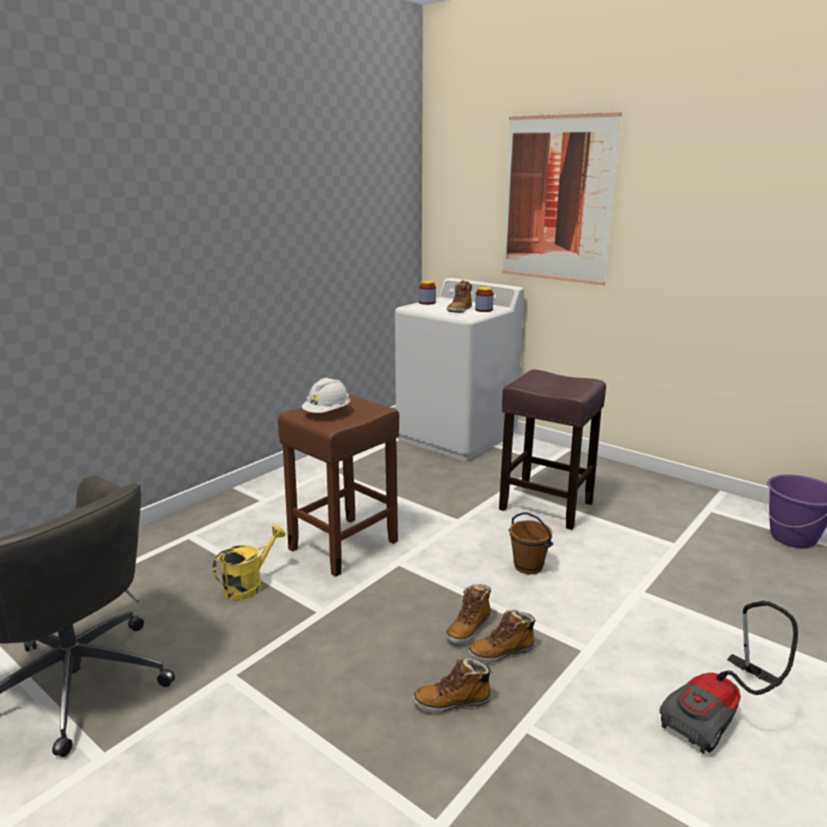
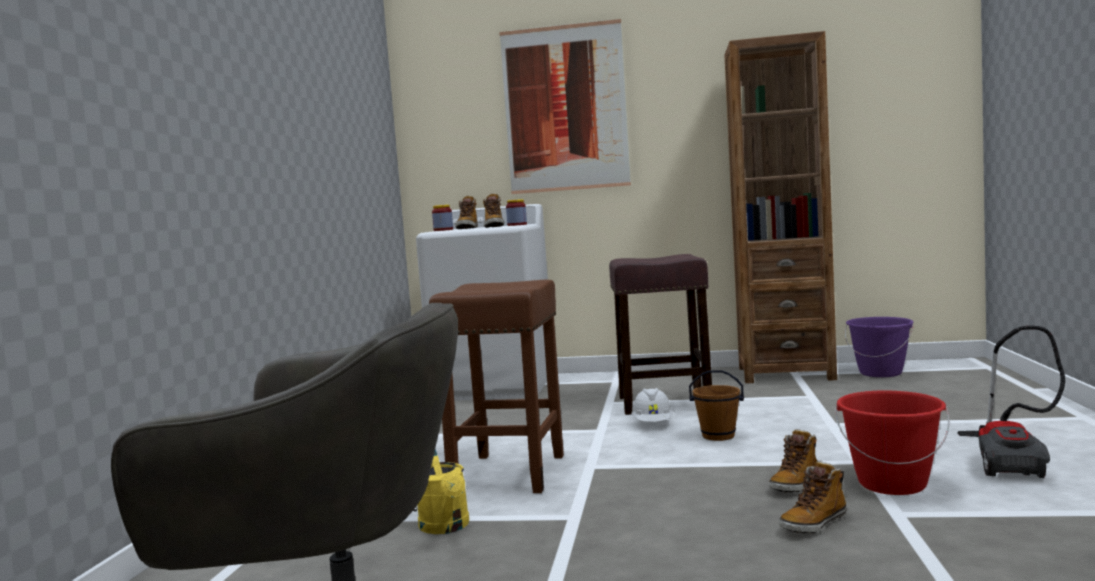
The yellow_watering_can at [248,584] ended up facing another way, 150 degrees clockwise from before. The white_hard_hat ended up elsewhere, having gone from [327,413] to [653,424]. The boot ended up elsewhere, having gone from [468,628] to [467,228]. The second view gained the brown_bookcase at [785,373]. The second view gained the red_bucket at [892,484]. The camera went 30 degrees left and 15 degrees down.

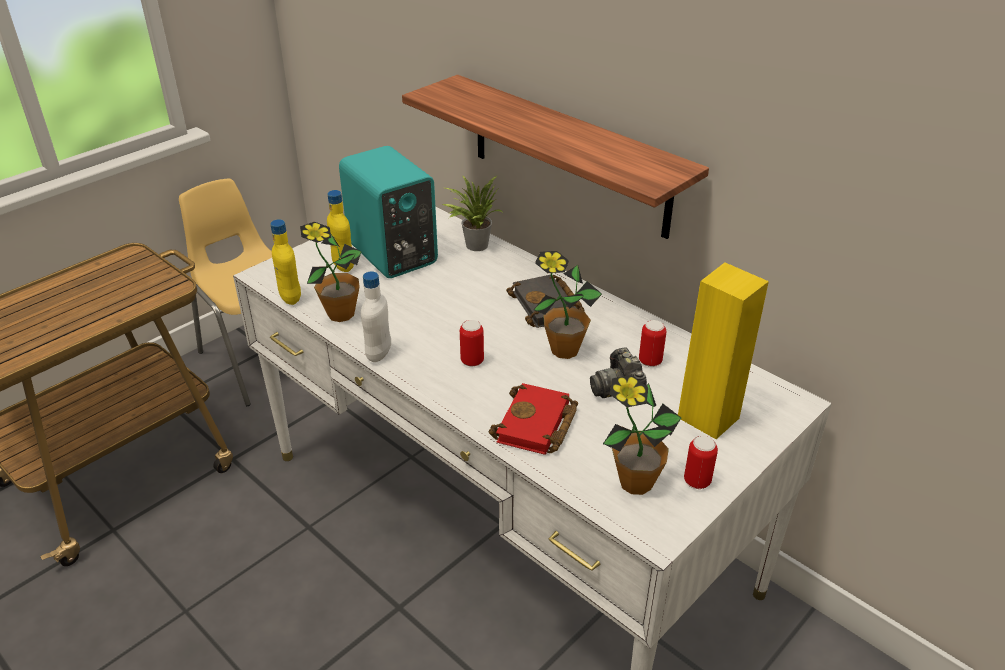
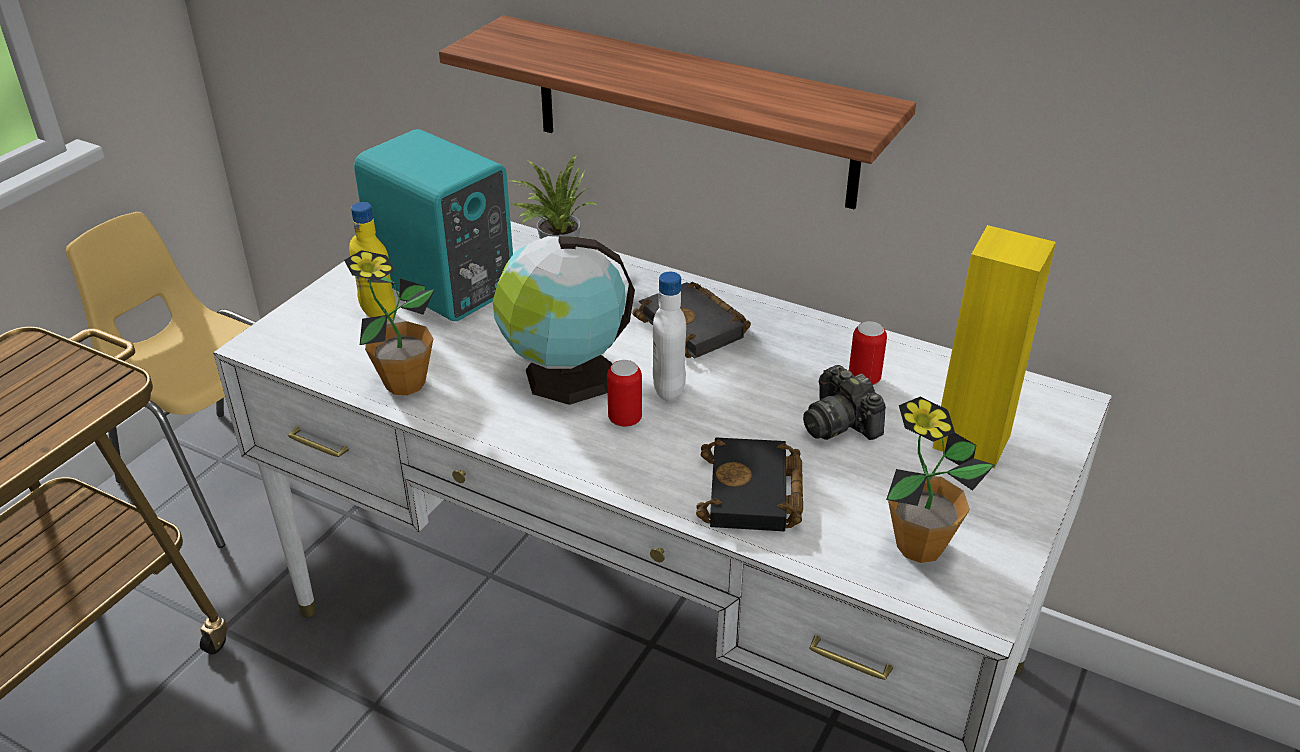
The second view lost the yellow_bottle at [290,298]. The white_bottle ended up elsewhere, having gone from [379,354] to [669,389]. What was the red_book at [536,426] turned into the black_book at [754,494]. The second view lost the potted_plant at [564,350]. The second view lost the can at [697,481]. The second view gained the globe at [565,377]. The camera went 15 degrees left and 0 degrees up.

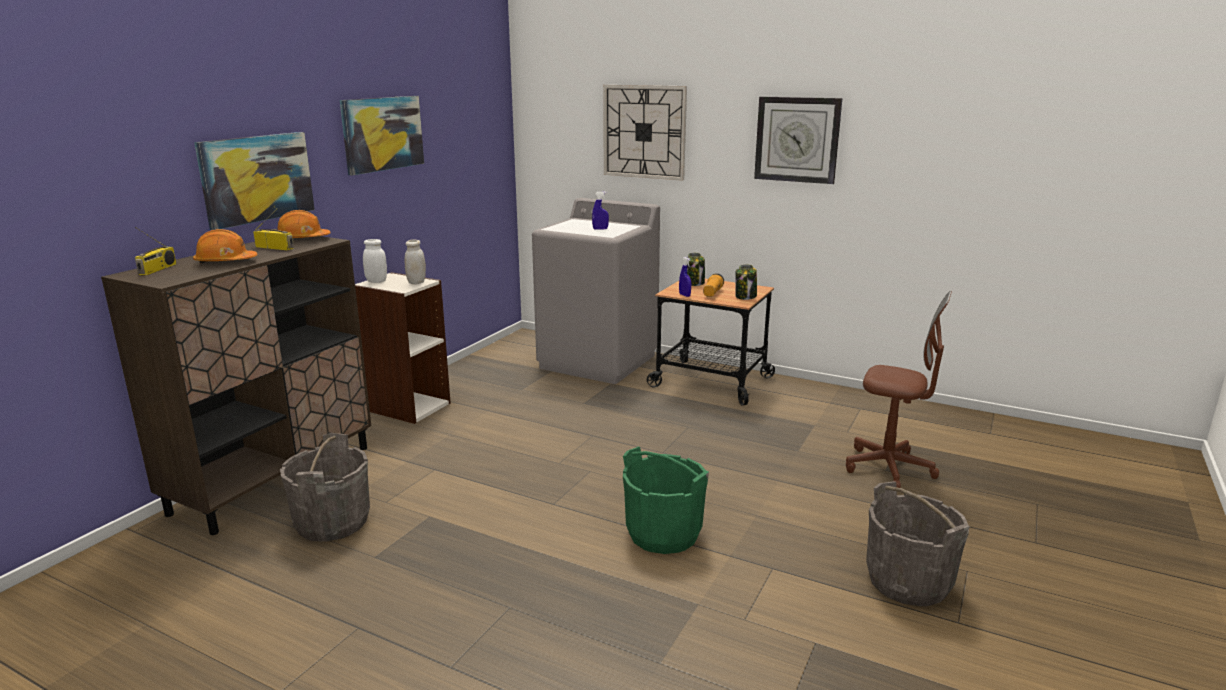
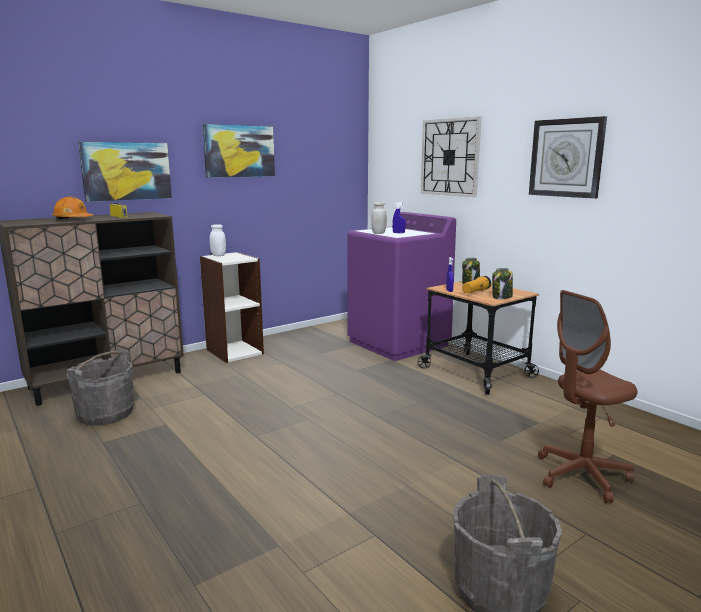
The second view lost the radio at [158,269]. The second view lost the orange_hard_hat at [302,239]. The white_jar ended up elsewhere, having gone from [416,282] to [378,233]. What was the grey_washing_machine at [598,361] turned into the purple_washing_machine at [398,343]. The second view lost the green_bucket at [663,533]. The brown_office_chair at [888,468] ended up facing another way, 105 degrees clockwise from before. The camera went 25 degrees right and 5 degrees down.

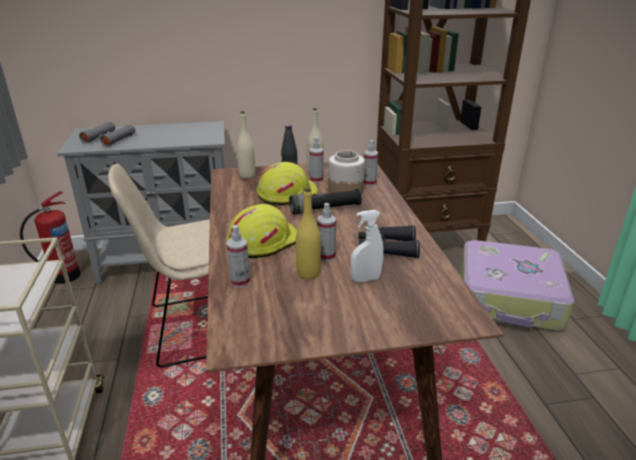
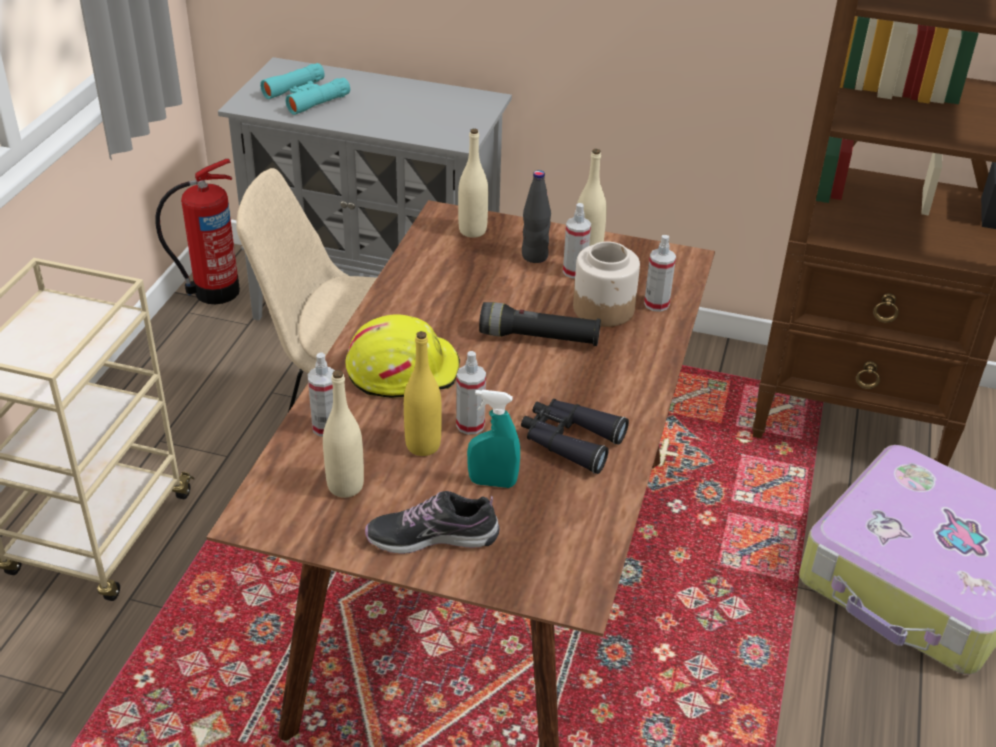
What was the grey_binoculars at [109,139] turned into the turquoise_binoculars at [306,96]. The second view lost the yellow_hard_hat at [287,194]. What was the white_spray_bottle at [365,279] turned into the turquoise_spray_bottle at [492,482]. The second view gained the beige_bottle at [345,486]. The second view gained the shoe at [432,537]. The camera went 25 degrees right and 10 degrees up.

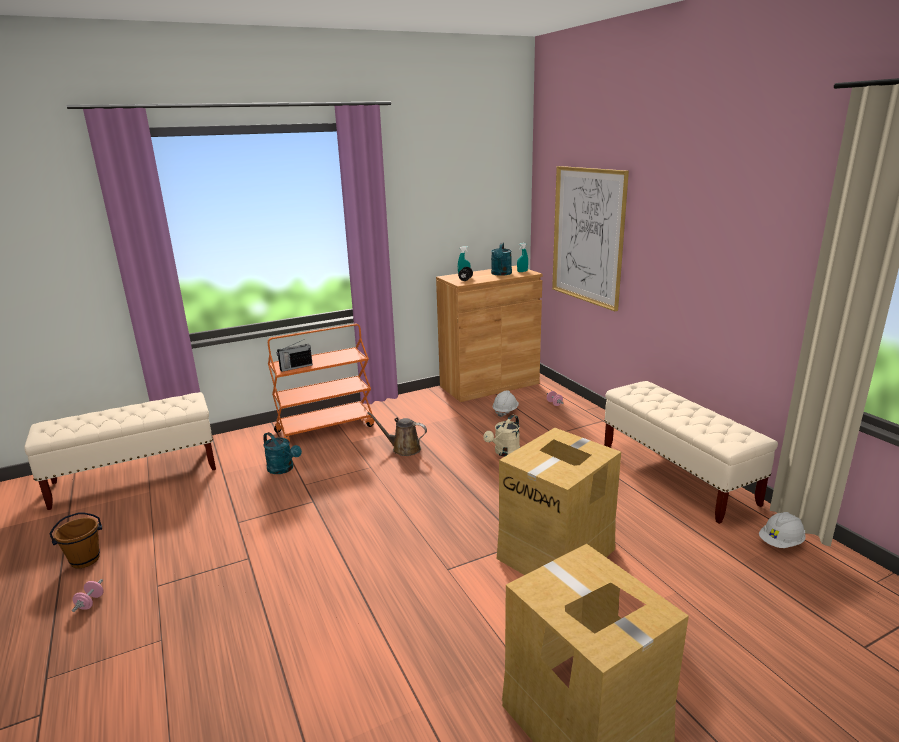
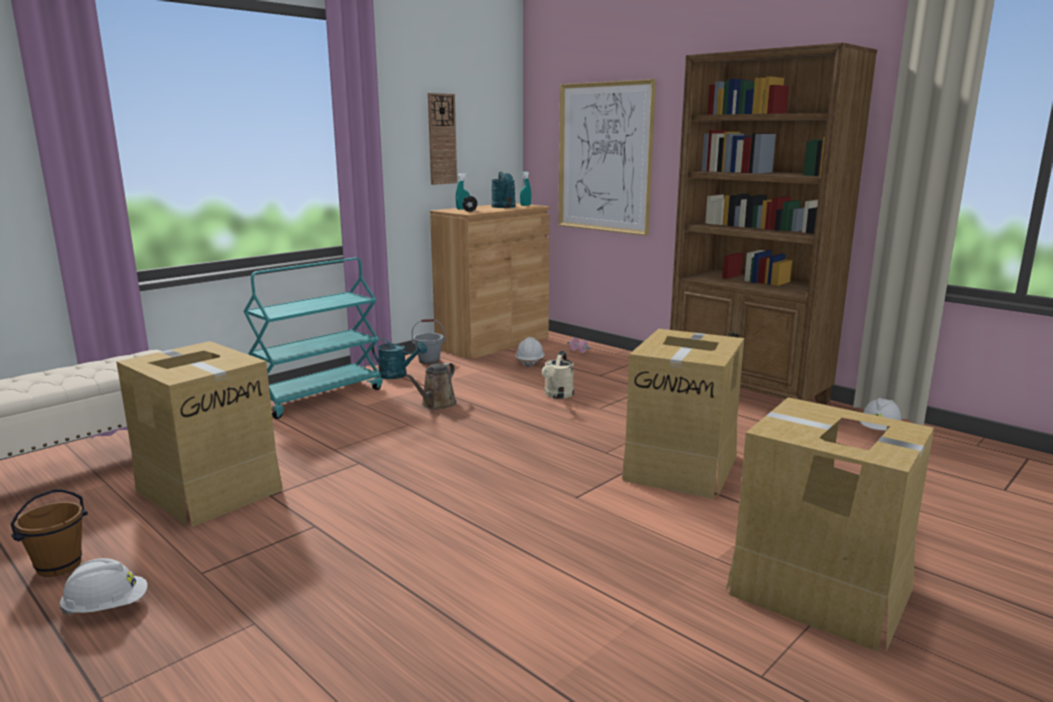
Where the pink_dumbbell stood at [90,603], the white_hard_hat came to stand at [107,607]. The turquoise_watering_can ended up elsewhere, having gone from [283,469] to [397,375]. What was the orange_cart at [325,428] turned into the turquoise_cart at [319,396]. The second view lost the radio at [295,367]. The brown_watering_can at [403,449] ended up facing another way, 60 degrees counterclockwise from before. Where the beige_bench stood at [676,476], the brown_bookcase came to stand at [748,394]. The second view gained the cardboard_box at [209,489]. The second view gained the grey_bucket at [429,361]. The second view gained the wall_clock at [442,139]. The camera went 20 degrees left and 5 degrees down.

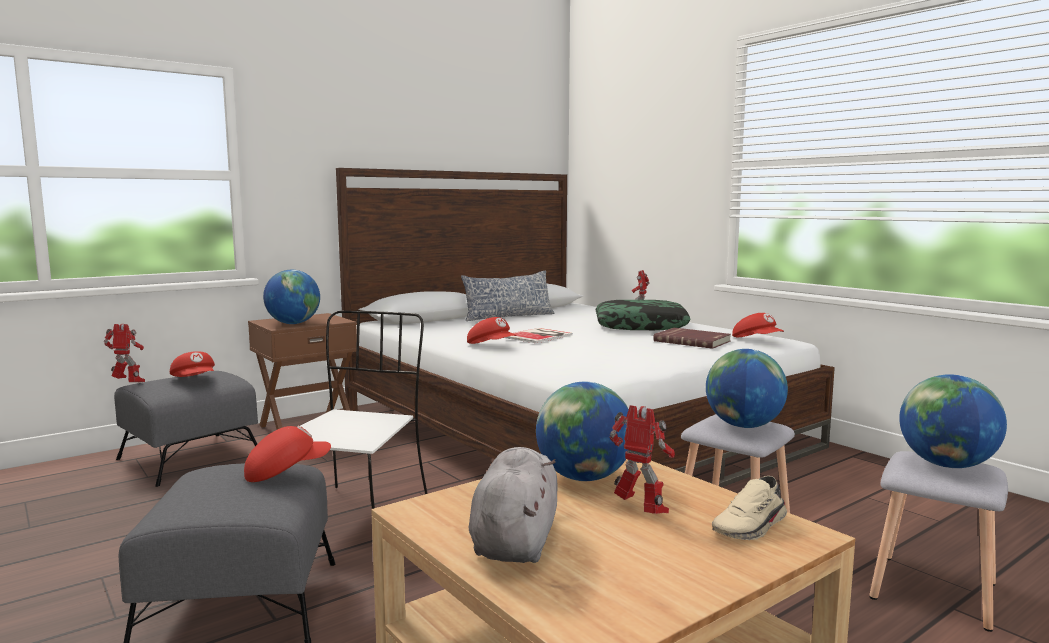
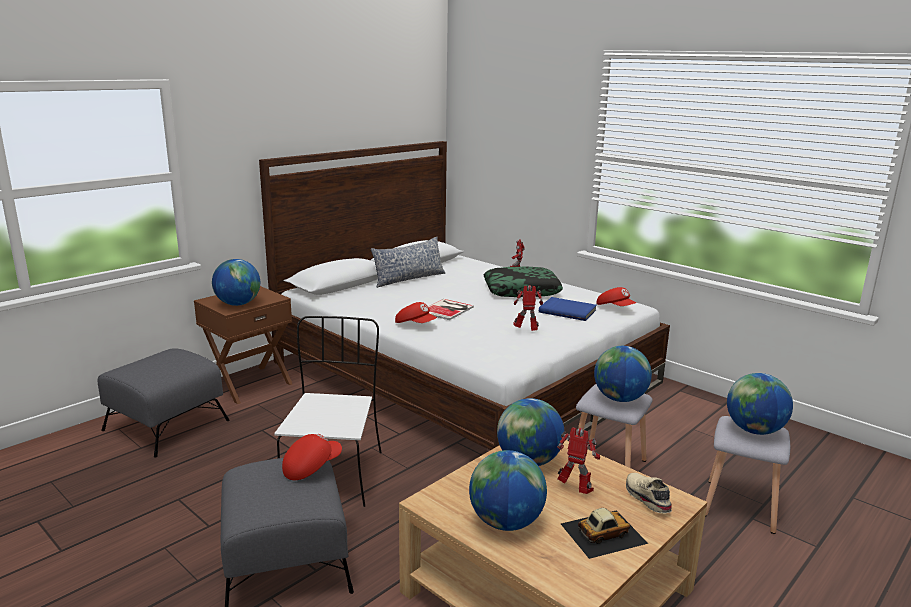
The toy_robot ended up elsewhere, having gone from [128,383] to [526,331]. The second view lost the red_cap at [195,380]. Where the grey_plush_toy stood at [515,540], the globe came to stand at [506,522]. What was the red_book at [692,341] turned into the blue_book at [567,311]. The beige_shoe at [751,527] ended up facing another way, 120 degrees clockwise from before. The second view gained the toy_car at [602,533]. The camera went 10 degrees left and 10 degrees up.

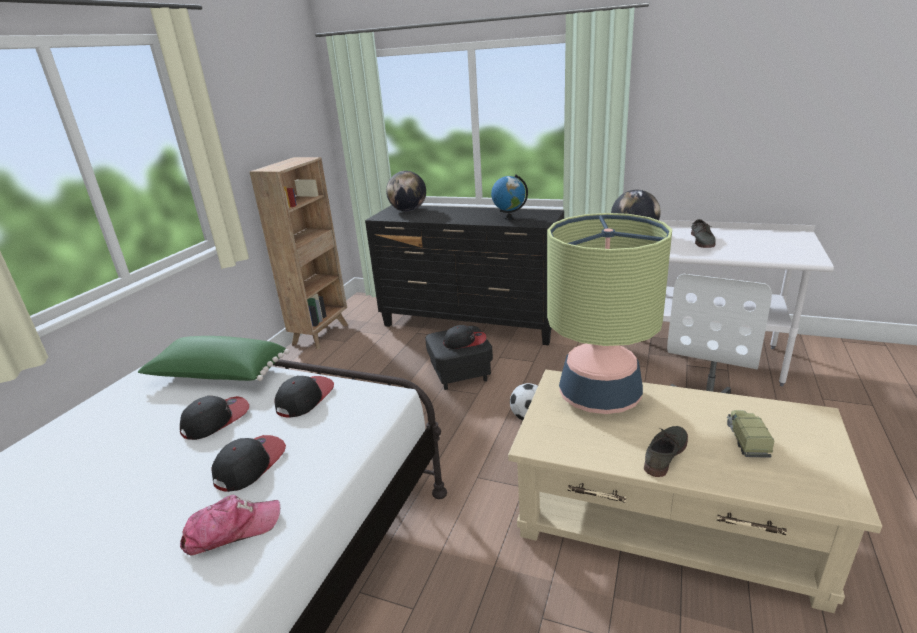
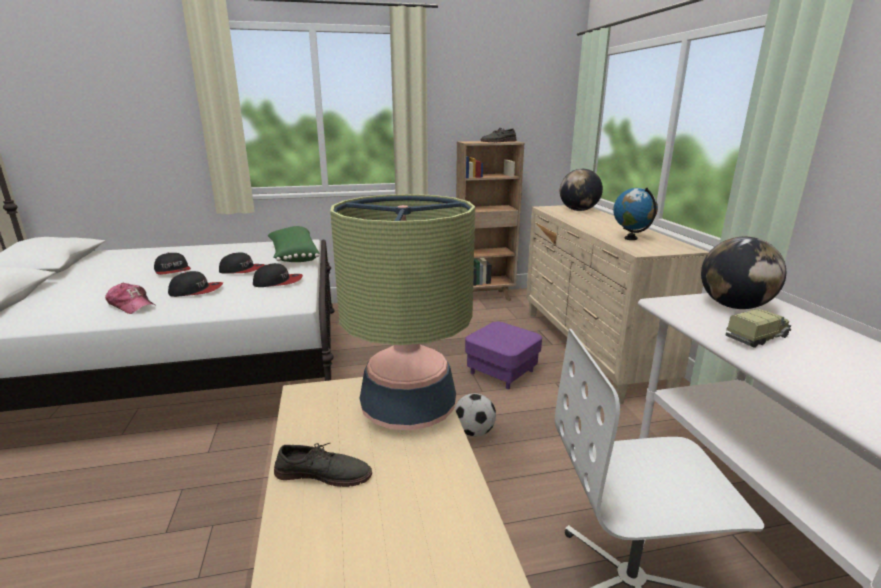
What was the black_dresser at [471,324] turned into the beige_dresser at [589,349]. What was the black_ottoman at [460,374] turned into the purple_ottoman at [502,372]. The cap ended up elsewhere, having gone from [465,341] to [173,271]. The grey_shoe ended up elsewhere, having gone from [702,240] to [498,141]. The toy_truck ended up elsewhere, having gone from [746,440] to [758,338]. The camera went 55 degrees right and 5 degrees down.

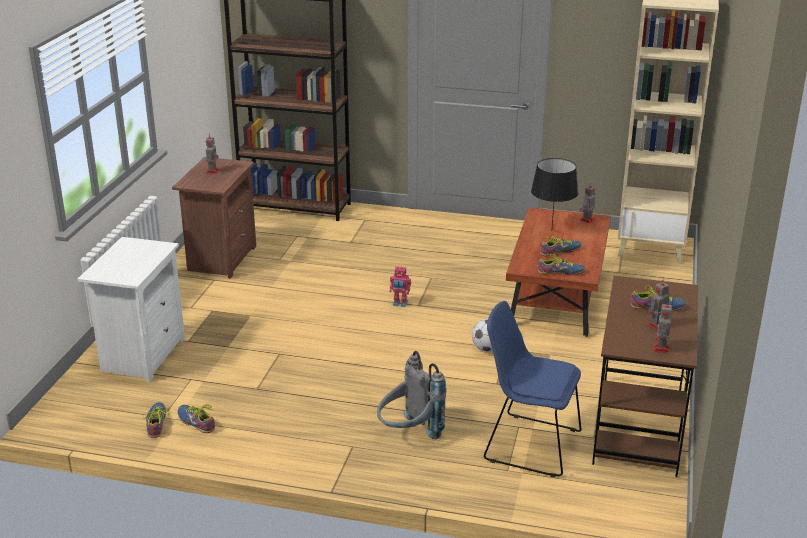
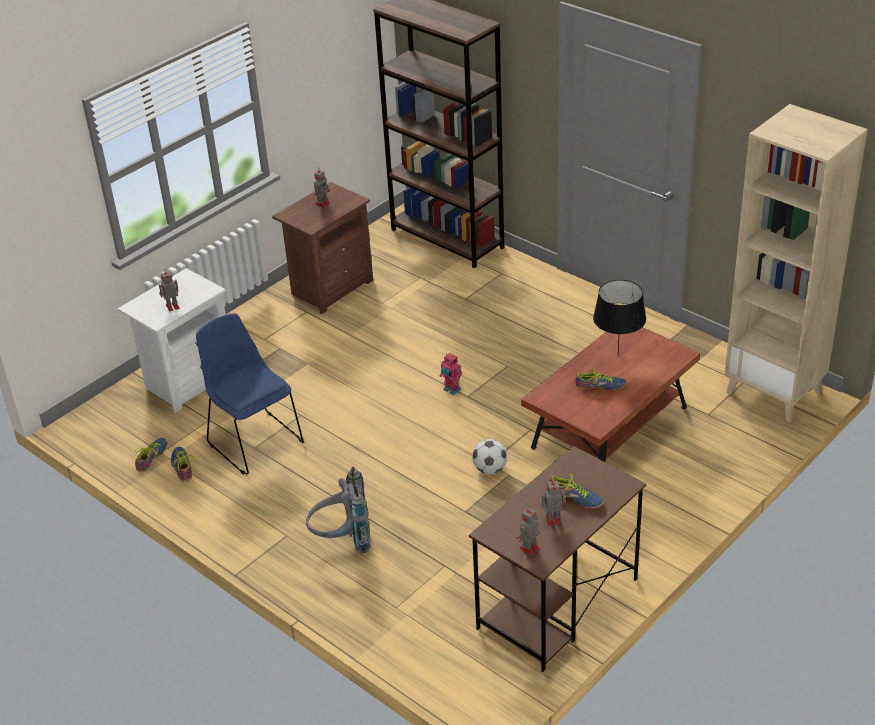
The blue_chair ended up elsewhere, having gone from [528,444] to [254,441]. The second view lost the shoe at [560,272]. The toy_robot ended up elsewhere, having gone from [586,220] to [171,307]. The camera went 30 degrees right and 10 degrees up.

